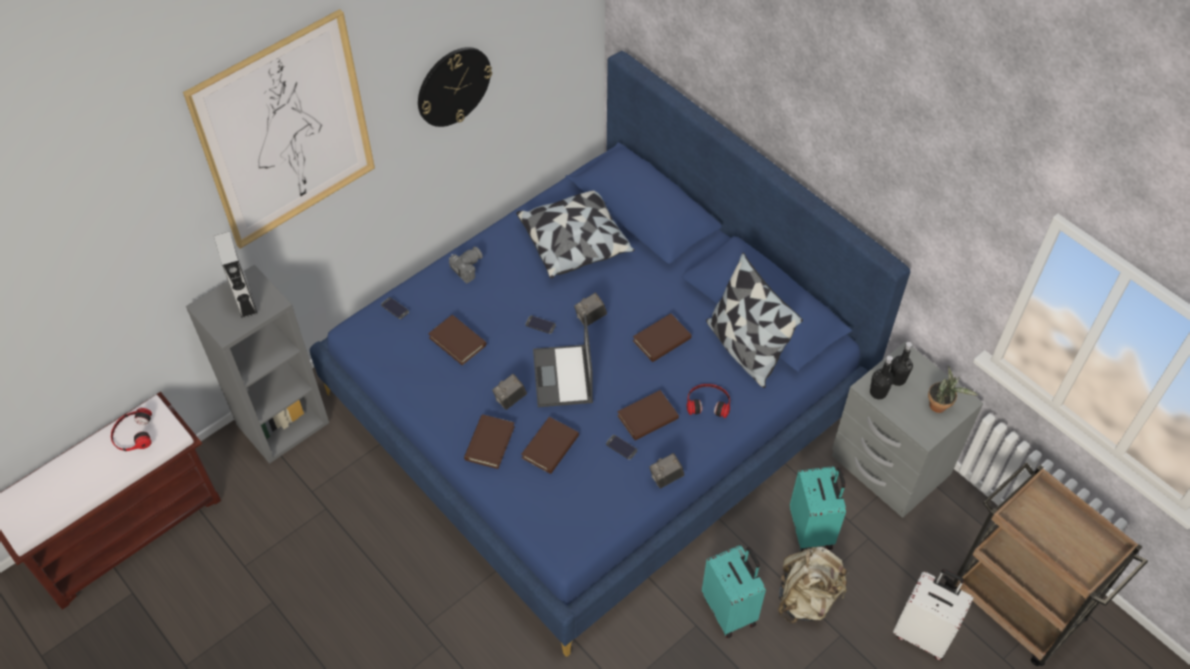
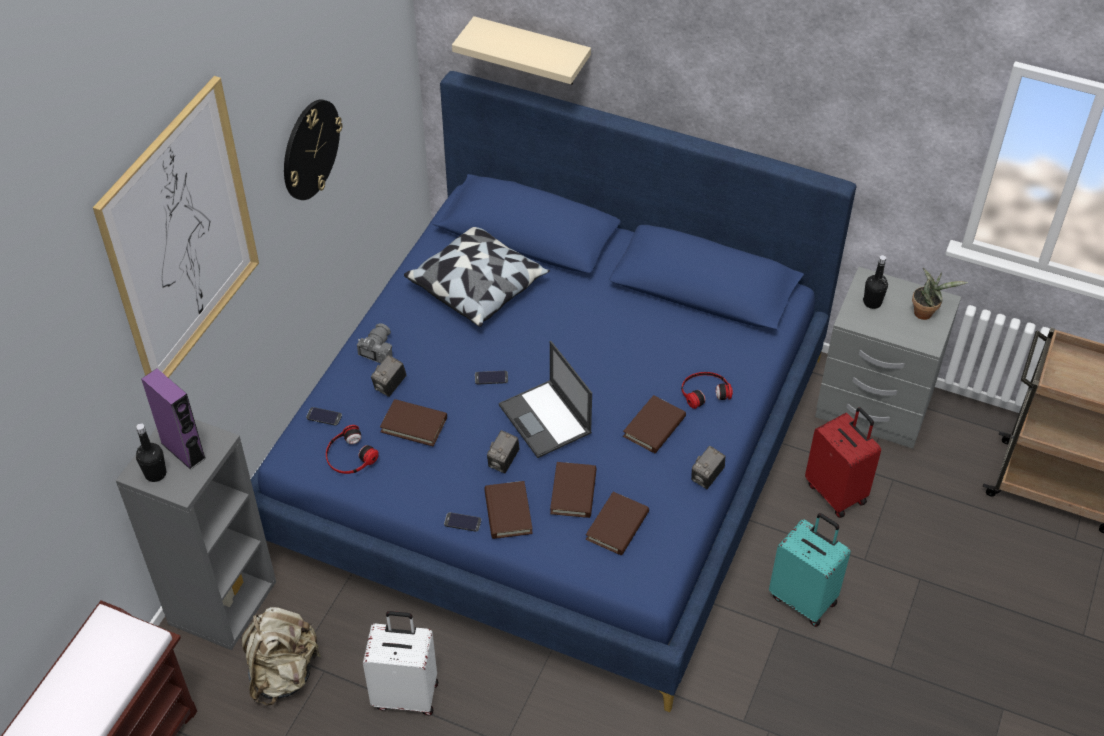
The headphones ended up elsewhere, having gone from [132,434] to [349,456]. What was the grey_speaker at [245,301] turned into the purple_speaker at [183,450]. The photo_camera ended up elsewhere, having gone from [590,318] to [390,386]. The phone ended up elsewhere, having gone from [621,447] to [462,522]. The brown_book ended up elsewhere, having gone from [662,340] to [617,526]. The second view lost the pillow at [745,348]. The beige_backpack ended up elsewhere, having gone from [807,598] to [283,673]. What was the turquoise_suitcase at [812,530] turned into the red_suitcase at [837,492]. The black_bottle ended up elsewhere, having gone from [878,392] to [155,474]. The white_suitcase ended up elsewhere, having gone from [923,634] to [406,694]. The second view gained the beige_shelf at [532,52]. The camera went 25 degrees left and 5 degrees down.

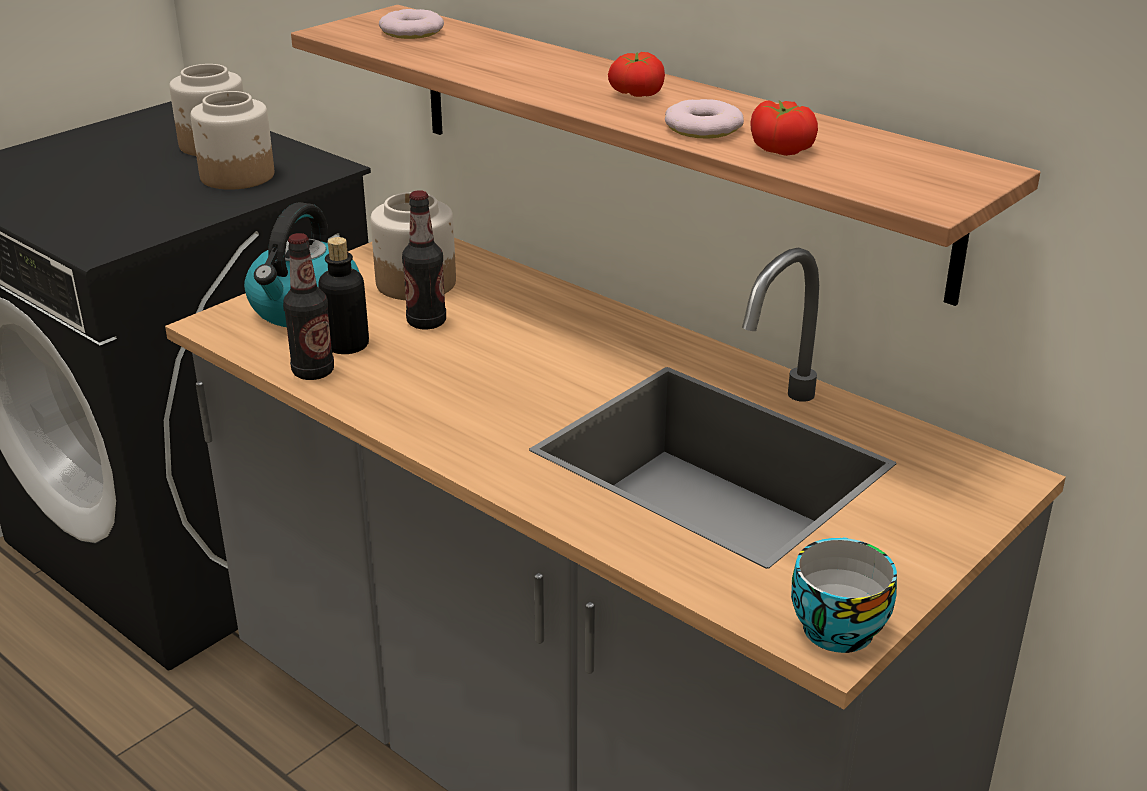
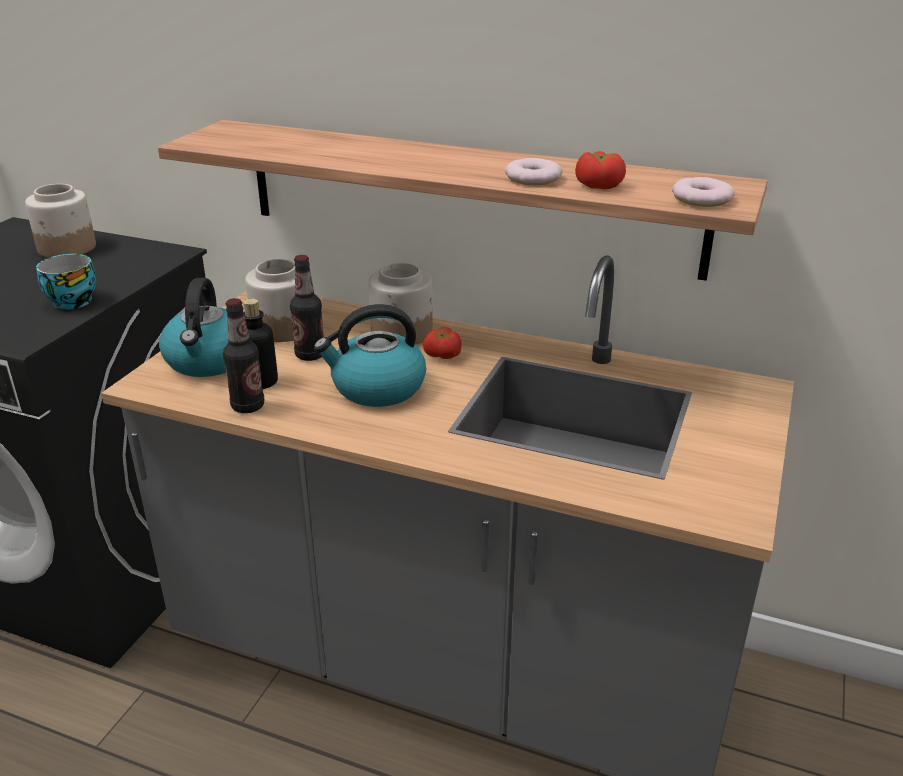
The jar ended up elsewhere, having gone from [238,176] to [402,332]. The donut ended up elsewhere, having gone from [411,32] to [701,199]. The tomato ended up elsewhere, having gone from [635,94] to [441,355]. The cup ended up elsewhere, having gone from [835,626] to [71,300]. The second view gained the kettle at [377,388]. The camera went 20 degrees left and 0 degrees up.

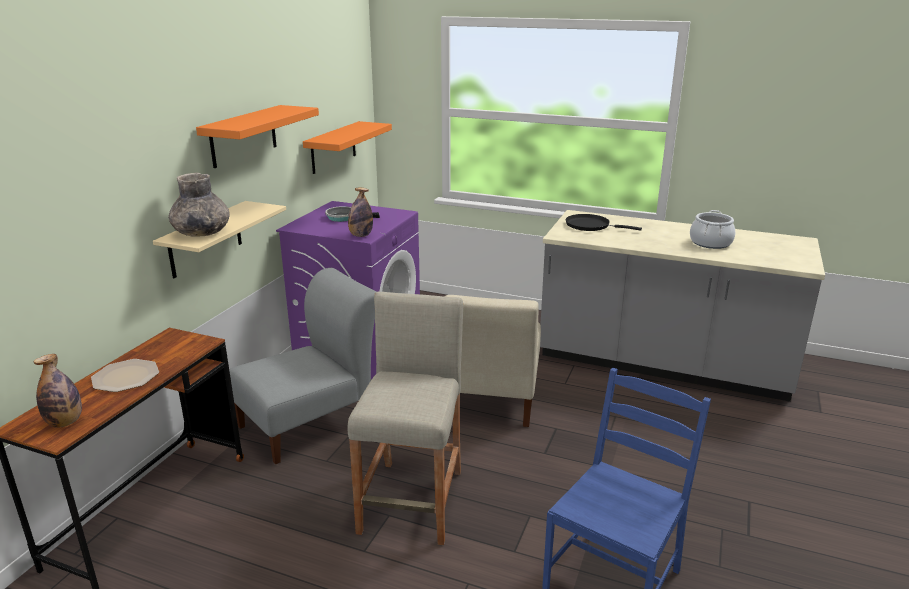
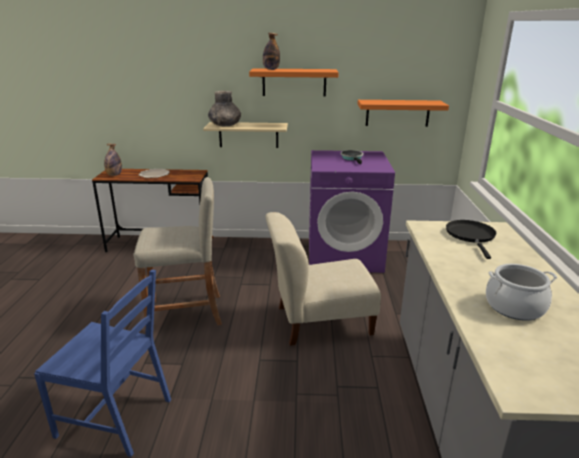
The second view lost the grey_chair at [311,422]. The bottle ended up elsewhere, having gone from [361,235] to [271,69]. The camera went 70 degrees right and 0 degrees up.

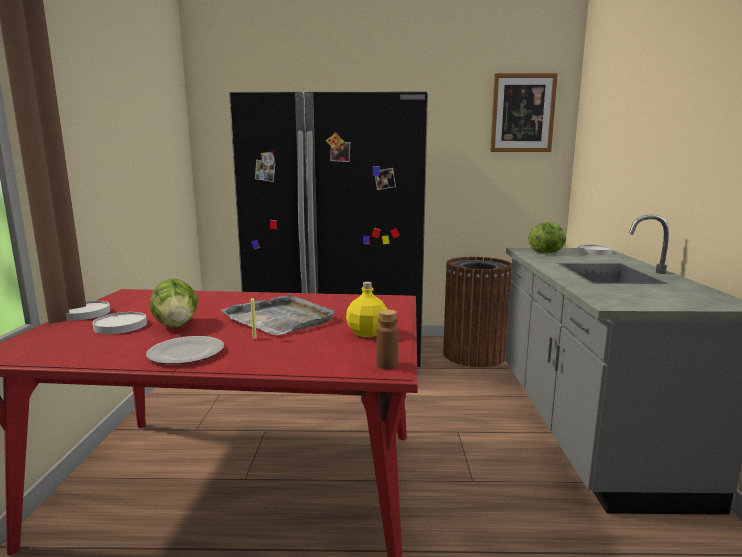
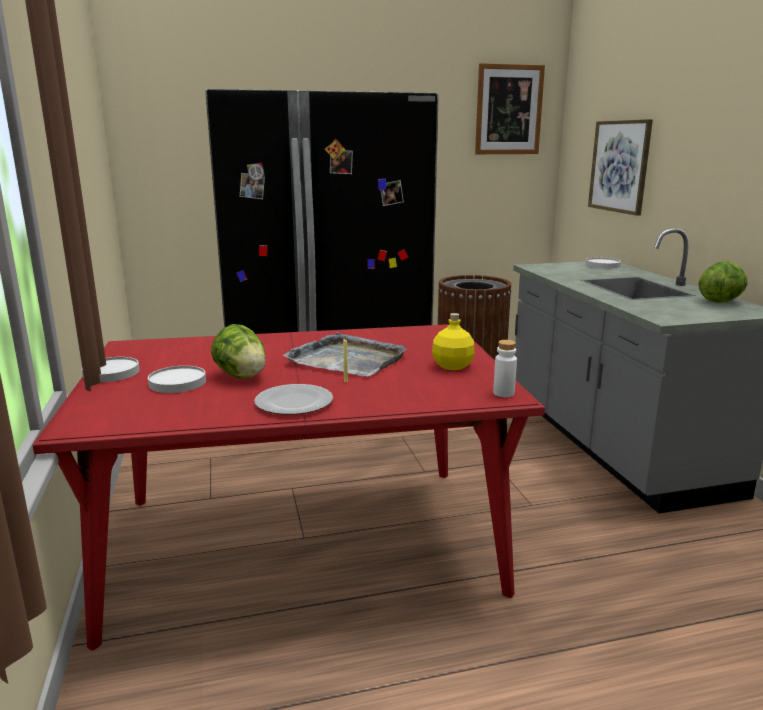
What was the brown_bottle at [387,365] turned into the white_bottle at [503,393]. The lettuce ended up elsewhere, having gone from [547,253] to [720,301]. The second view gained the picture at [620,166]. The camera went 15 degrees left and 5 degrees up.

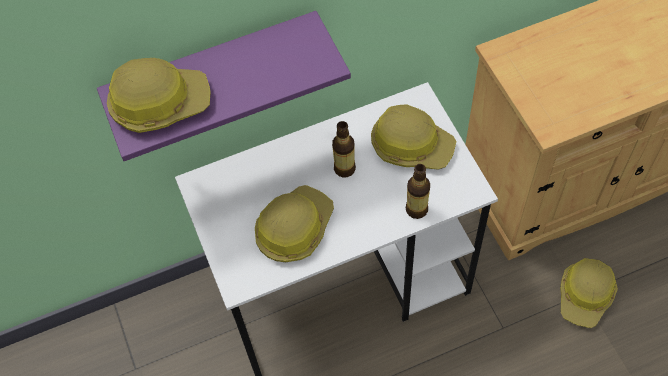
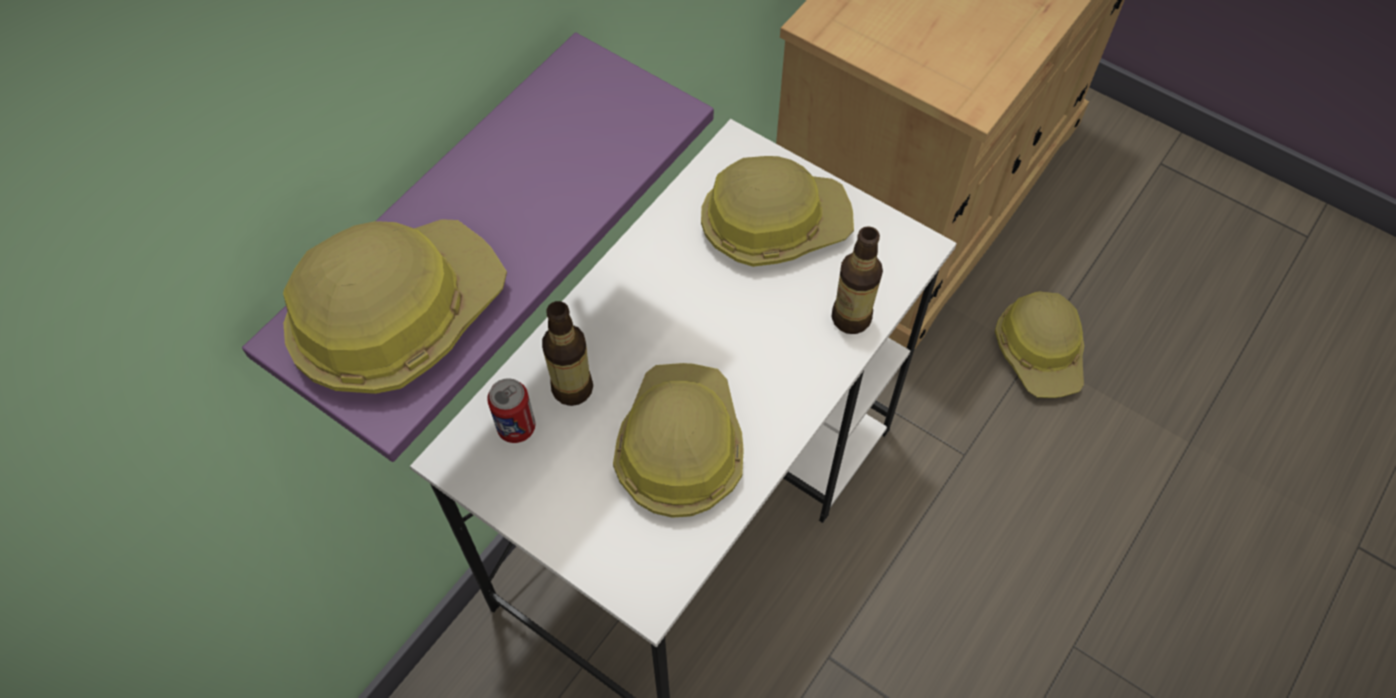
The bottle ended up elsewhere, having gone from [344,168] to [572,388]. The second view gained the can at [516,427]. The camera went 35 degrees left and 0 degrees up.

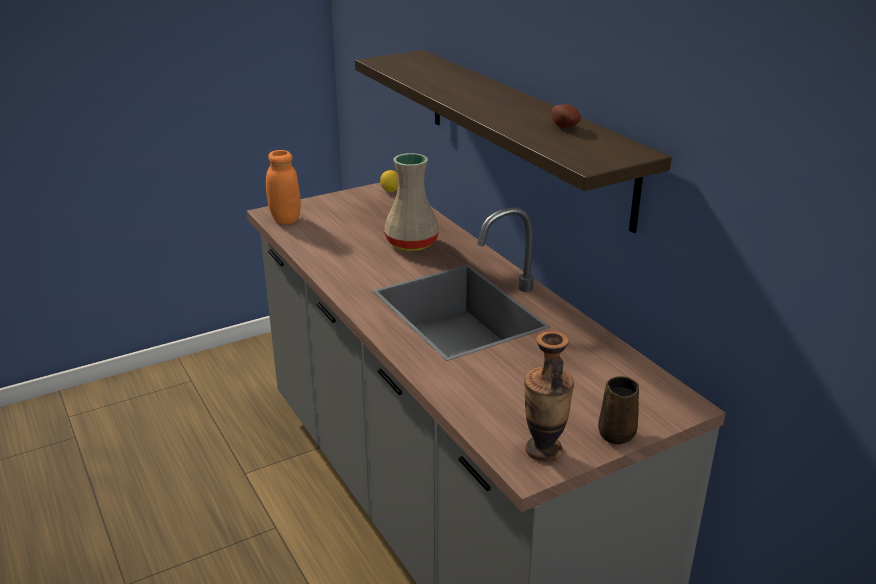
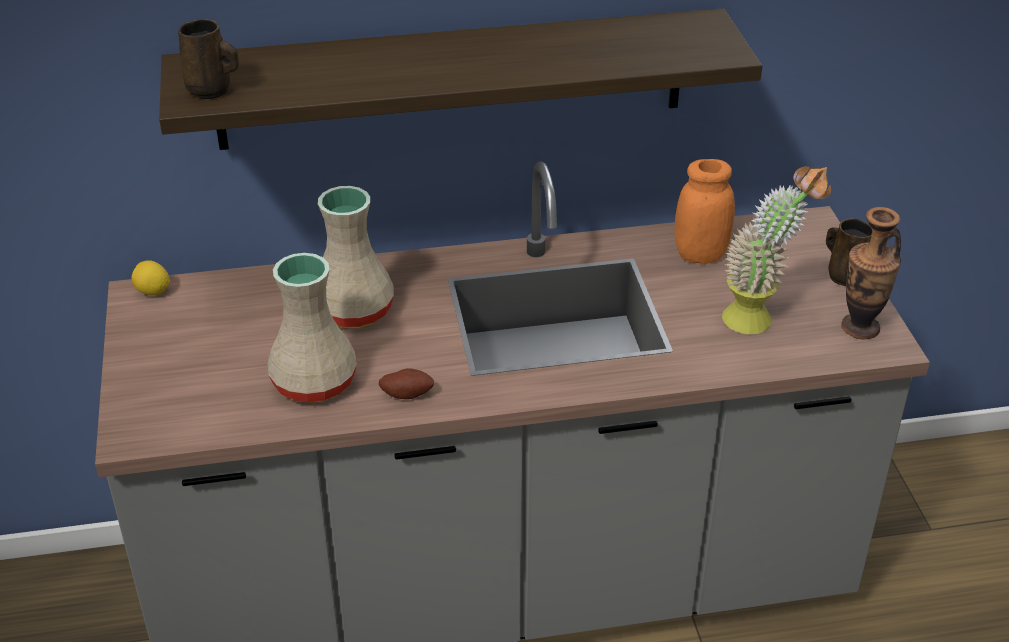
The orange_jar ended up elsewhere, having gone from [285,219] to [700,255]. The potato ended up elsewhere, having gone from [565,127] to [407,394]. The second view gained the brown_mug at [211,91]. The second view gained the beige_vase at [316,383]. The second view gained the potted_plant at [760,318]. The camera went 70 degrees left and 10 degrees up.

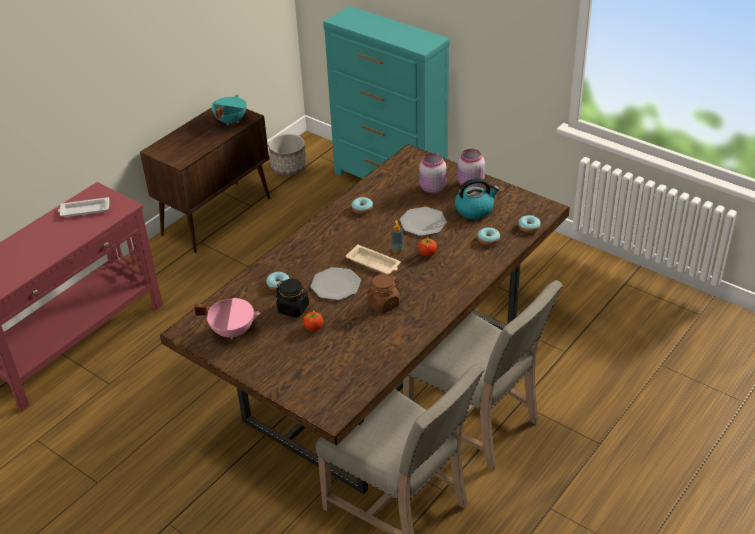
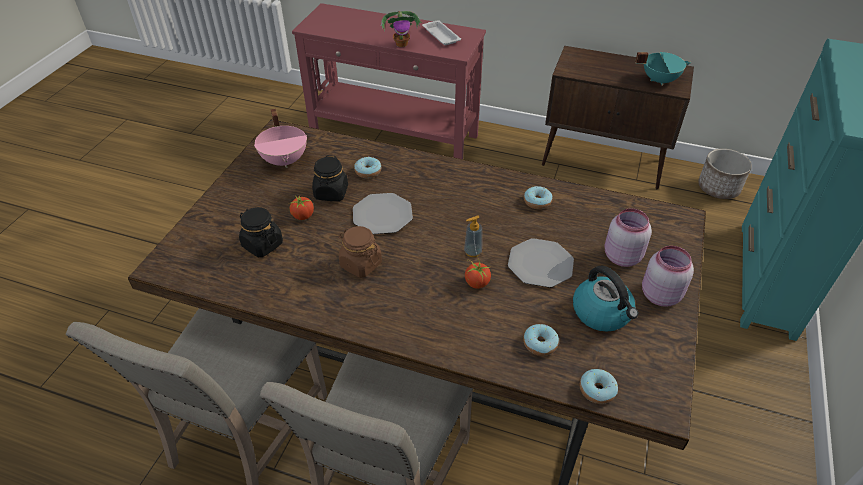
The second view lost the beige_tray at [374,263]. The second view gained the black_jar at [262,244]. The second view gained the potted_plant at [402,44]. The camera went 70 degrees right and 5 degrees up.

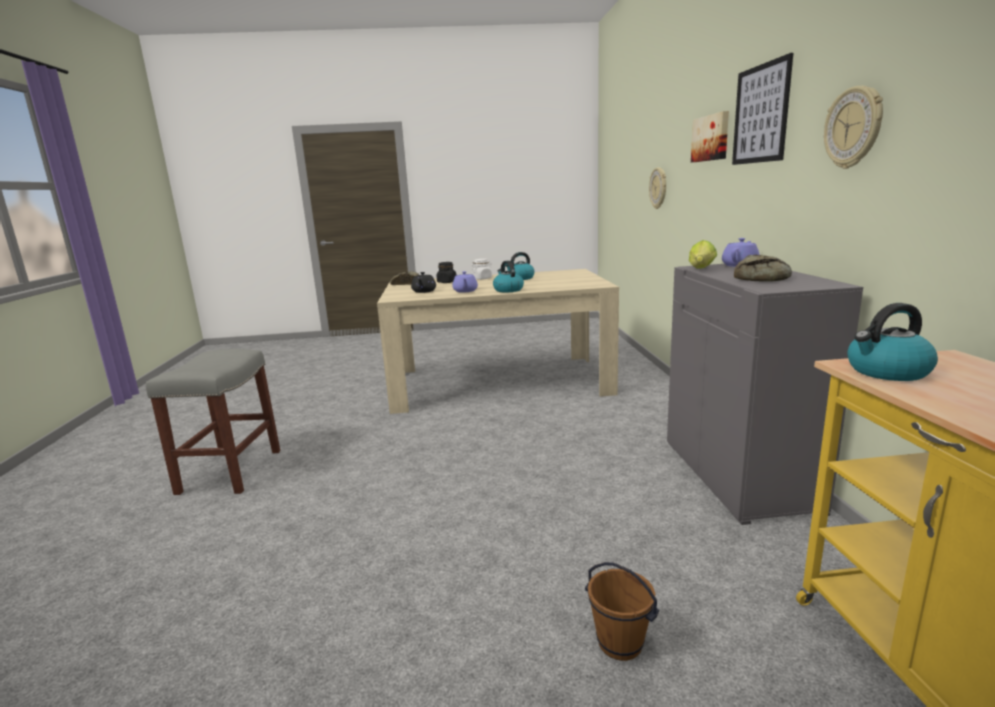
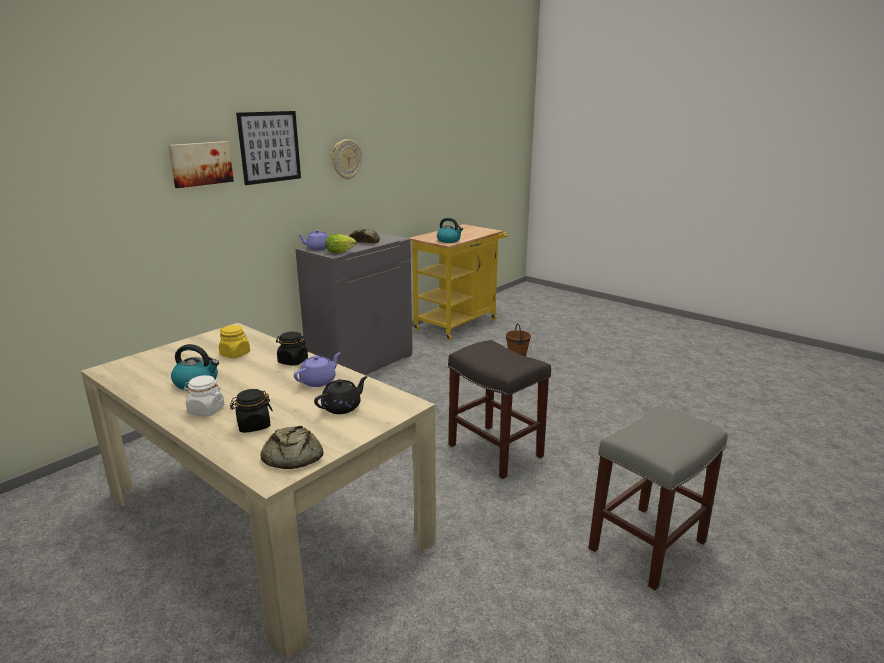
Where the kettle stood at [508,290], the black_jar came to stand at [292,361]. The second view lost the wall_clock at [659,188]. The second view gained the yellow_jar at [235,354]. The second view gained the grey_stool at [494,450]. The camera went 135 degrees left and 5 degrees up.

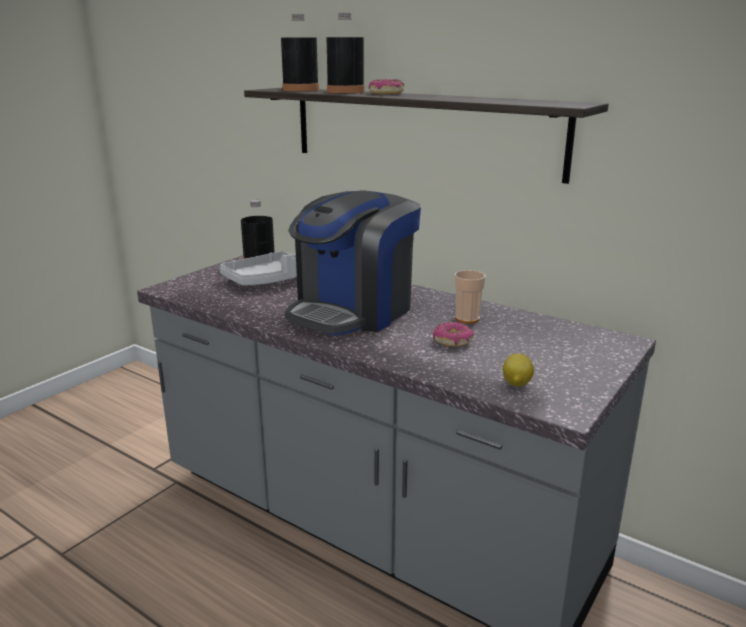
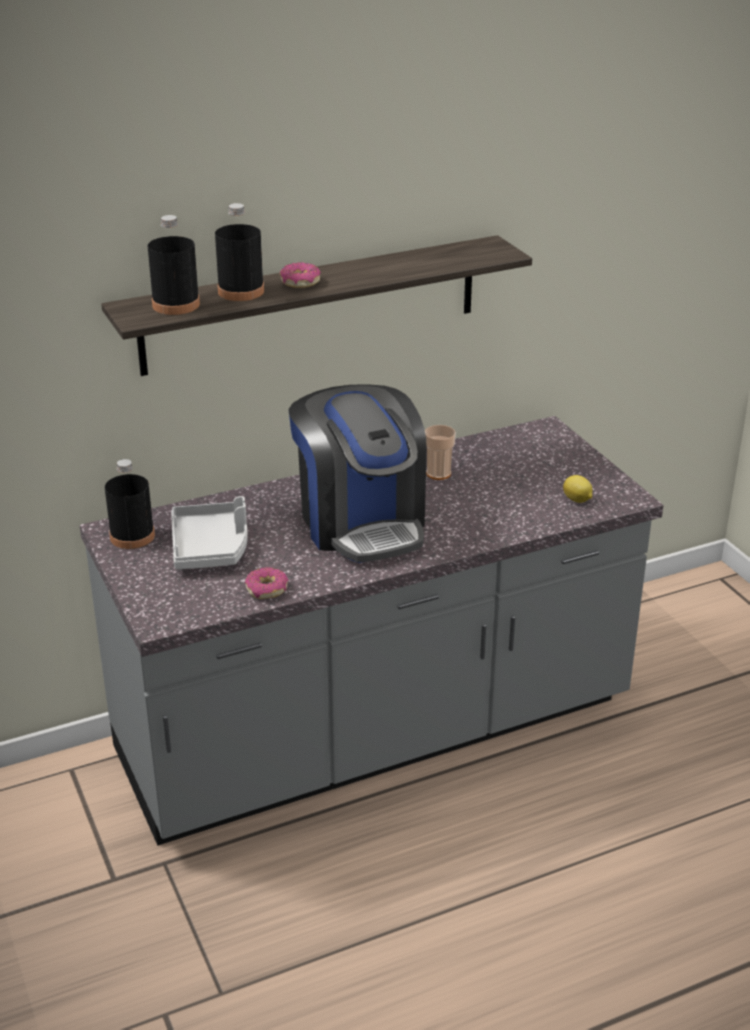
The donut ended up elsewhere, having gone from [453,341] to [267,589]. The camera went 60 degrees left and 10 degrees up.

